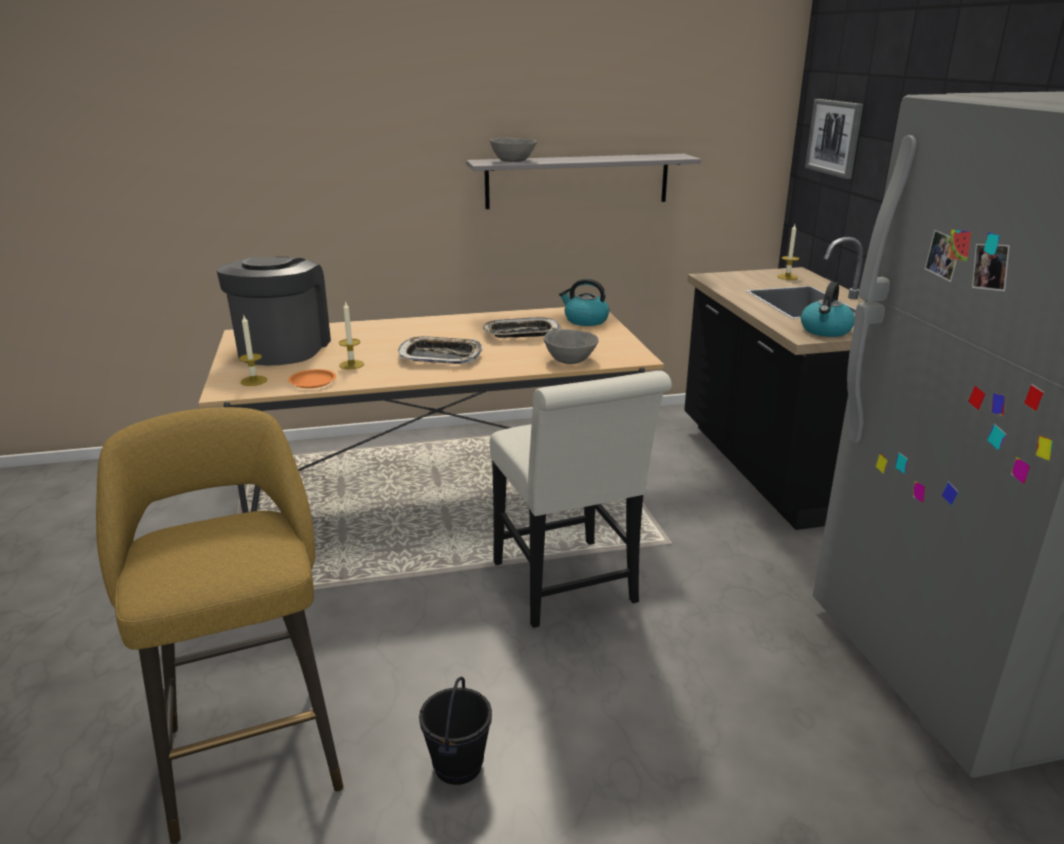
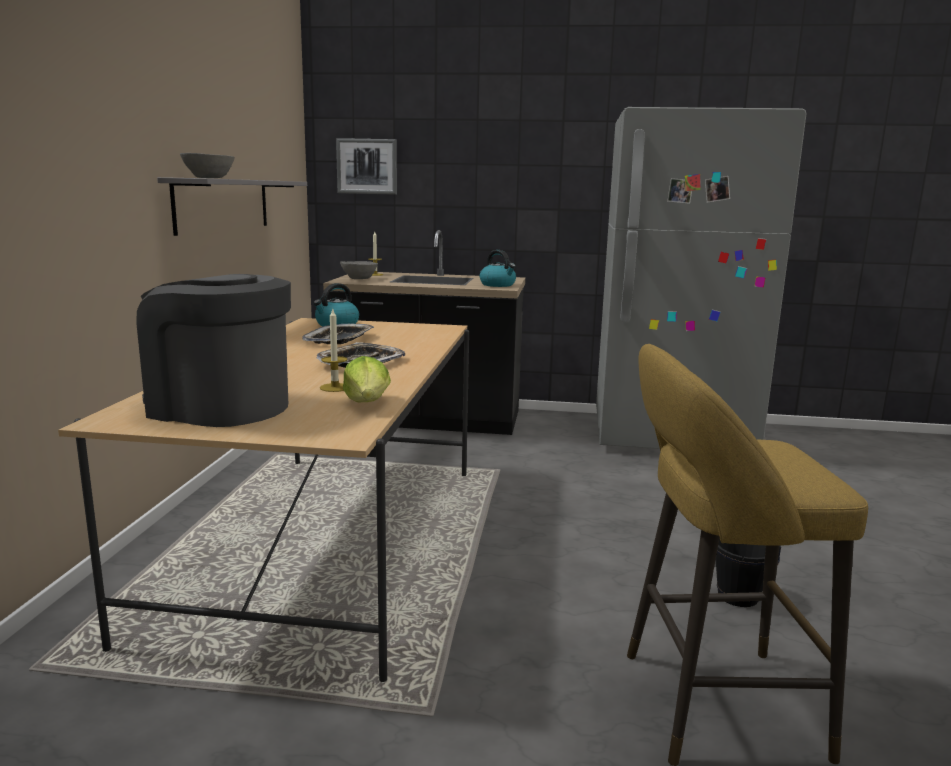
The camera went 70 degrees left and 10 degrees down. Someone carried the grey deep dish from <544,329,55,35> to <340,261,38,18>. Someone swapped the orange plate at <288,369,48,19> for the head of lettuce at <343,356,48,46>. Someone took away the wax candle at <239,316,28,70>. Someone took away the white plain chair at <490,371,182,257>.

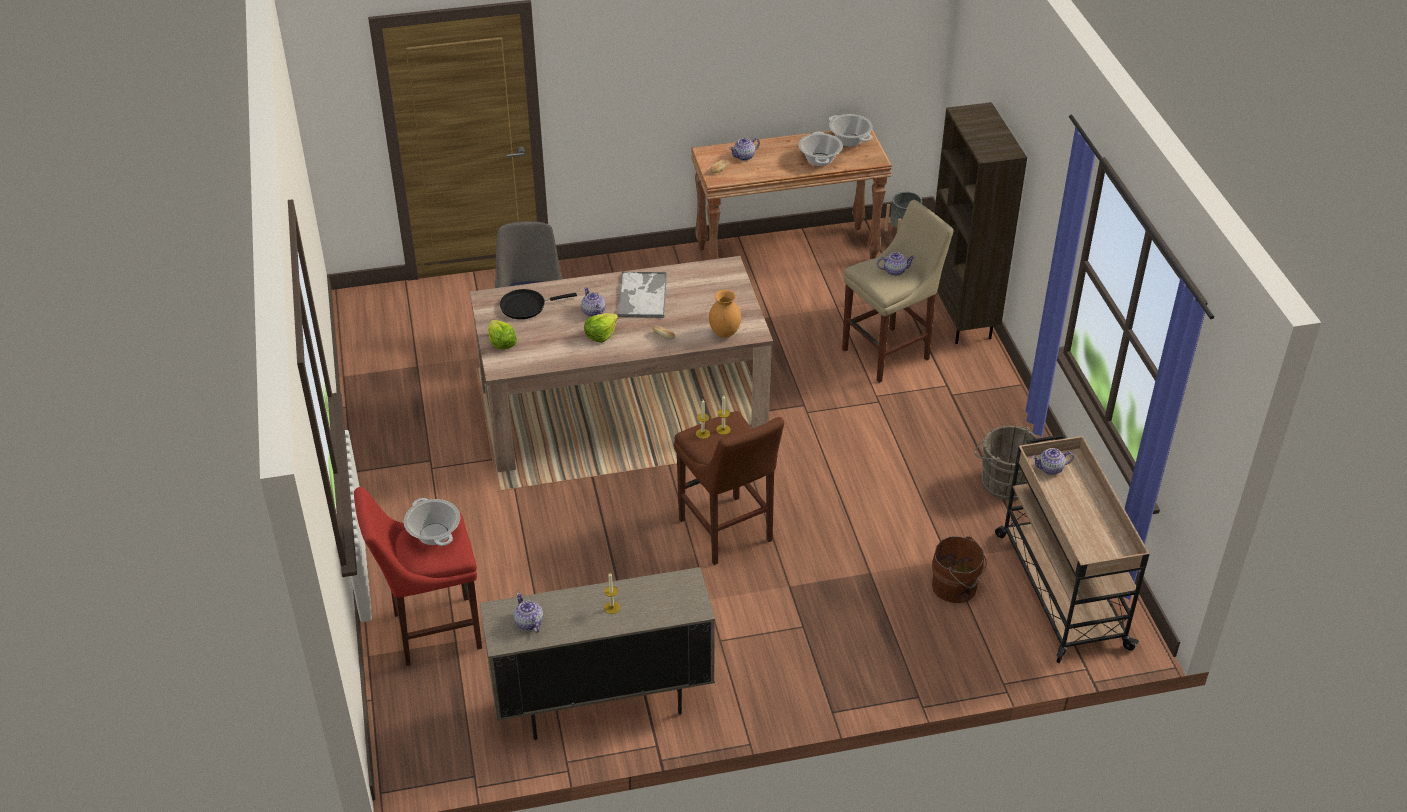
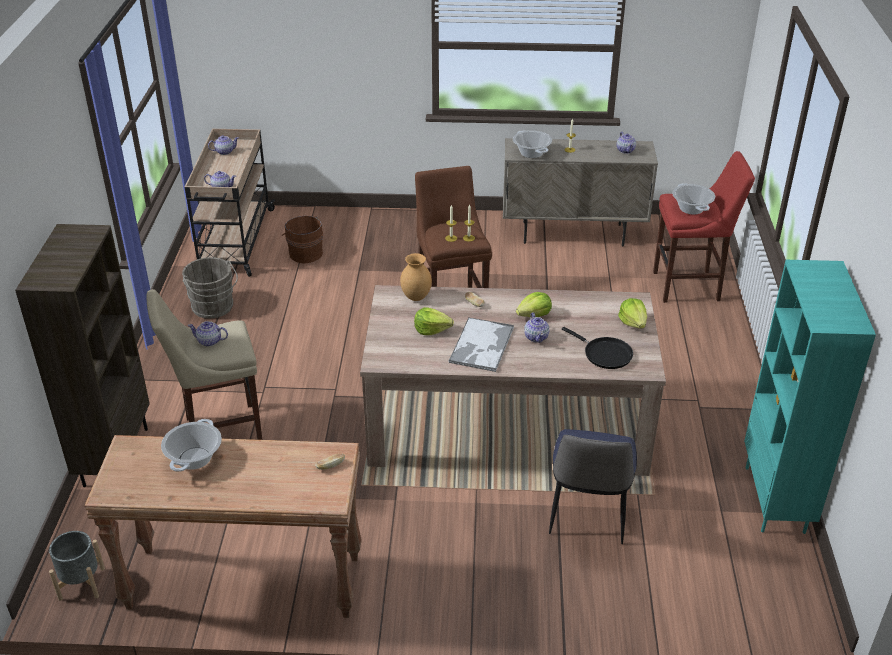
The camera went 165 degrees left and 5 degrees down. Someone carried the teapot from <729,138,31,23> to <208,135,31,20>. Someone put down the head of lettuce at <414,307,40,28>. Someone carried the stockpot from <829,114,44,33> to <513,130,39,28>. Someone rotated the black-coloured skillet at <500,289,77,30> by 45 degrees clockwise. Someone put down the turquoise-coloured bookcase at <744,260,132,274>.

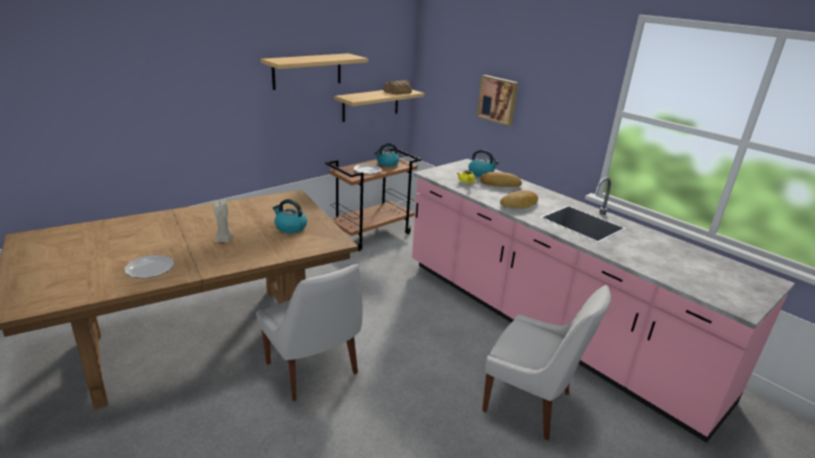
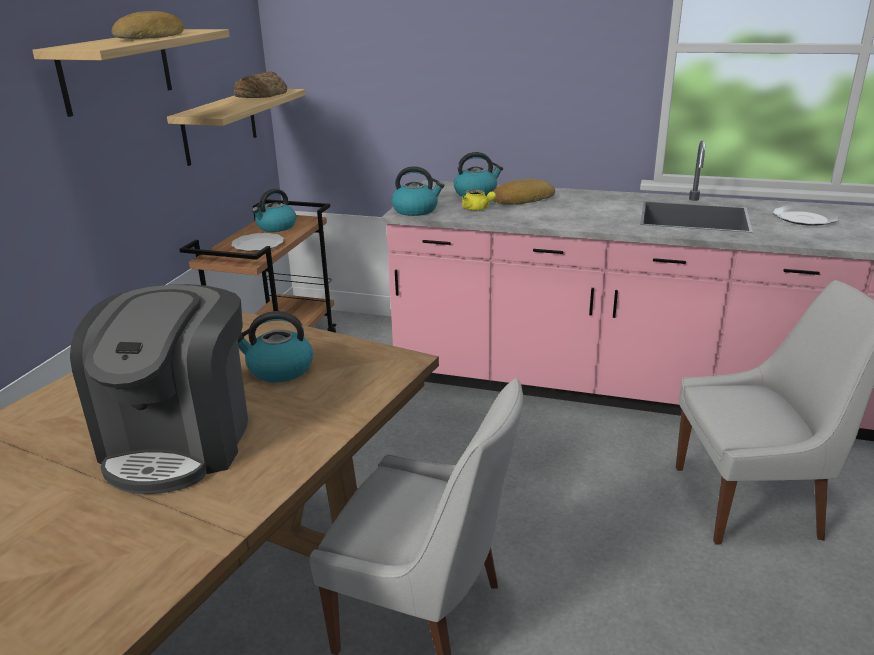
The camera went 30 degrees left and 0 degrees up. Someone swapped the sand-coloured wax candle at <214,199,20,44> for the coffee machine at <70,284,178,210>. Someone carried the bread from <500,190,38,19> to <111,11,73,28>. Someone put down the water kettle at <392,166,53,50>. Someone carried the plate from <124,255,50,23> to <773,206,65,20>. Someone took away the wall art at <477,75,41,51>.

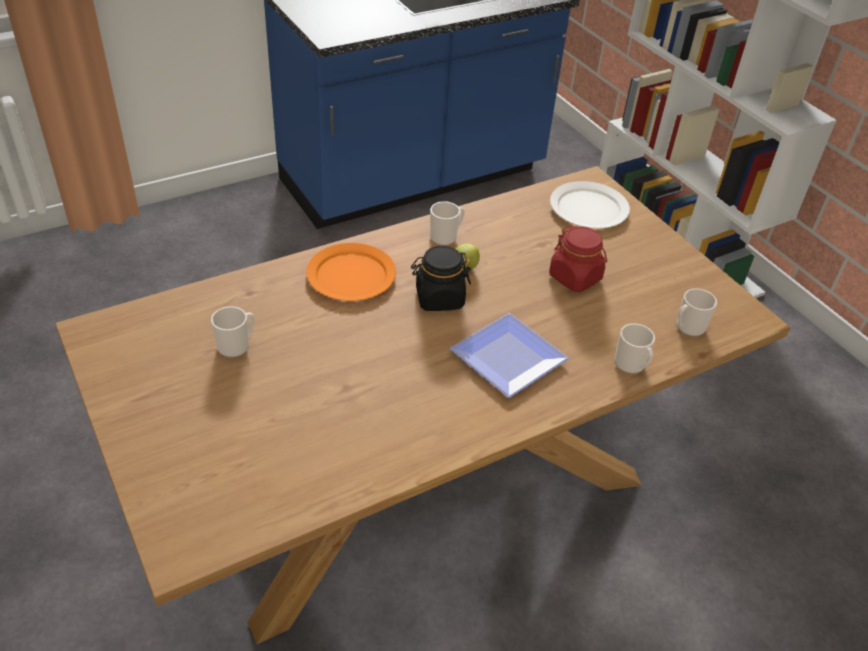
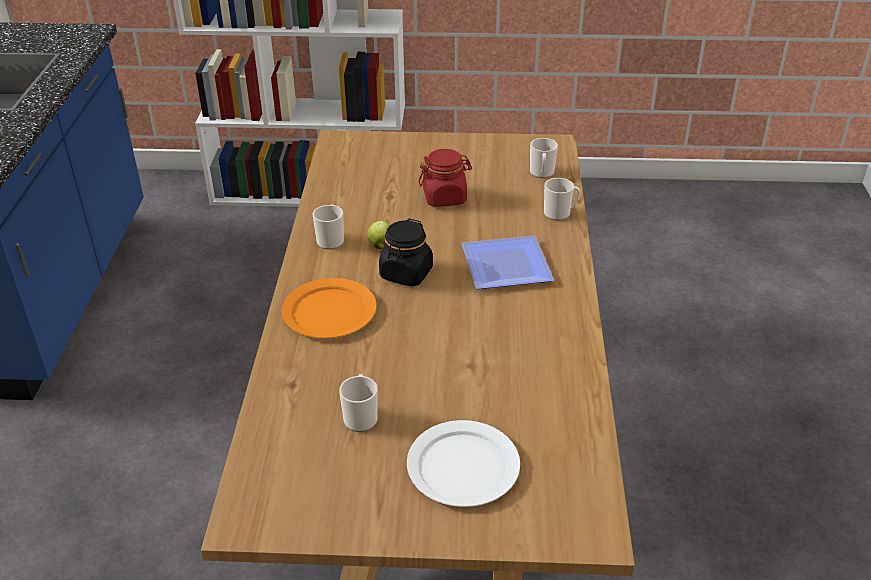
The camera went 55 degrees left and 5 degrees down. Someone carried the white plate from <550,181,80,47> to <407,420,113,87>.

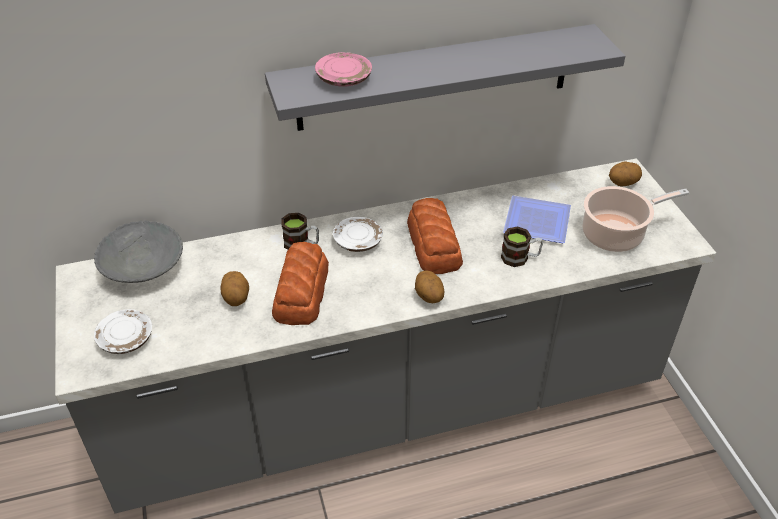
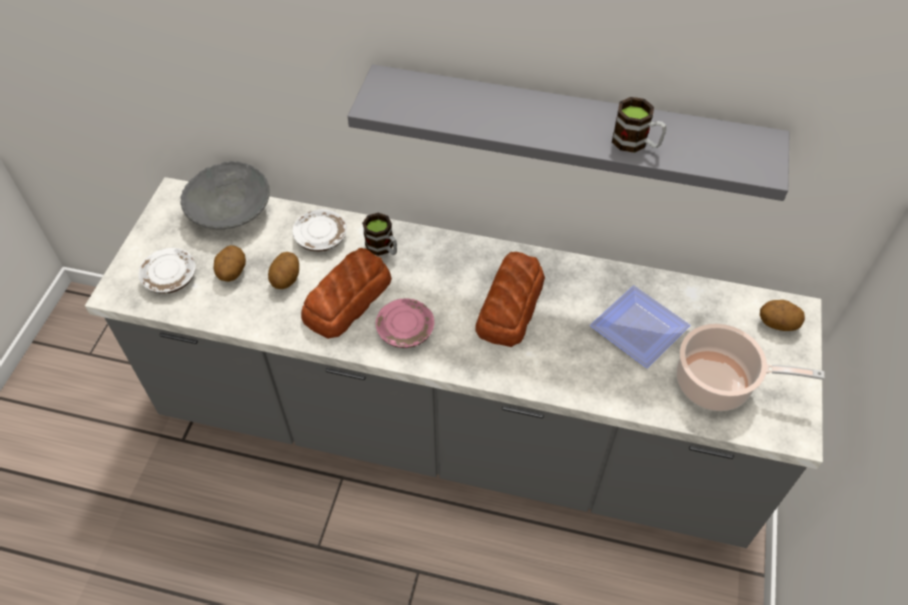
The camera went 30 degrees right and 10 degrees up. Someone carried the whole potato from <415,271,30,32> to <214,245,32,37>. Someone carried the white plate from <333,217,50,35> to <292,209,55,43>. Someone carried the pink plate from <315,52,57,34> to <376,299,58,49>. Someone carried the mug from <501,226,42,41> to <612,97,55,56>.

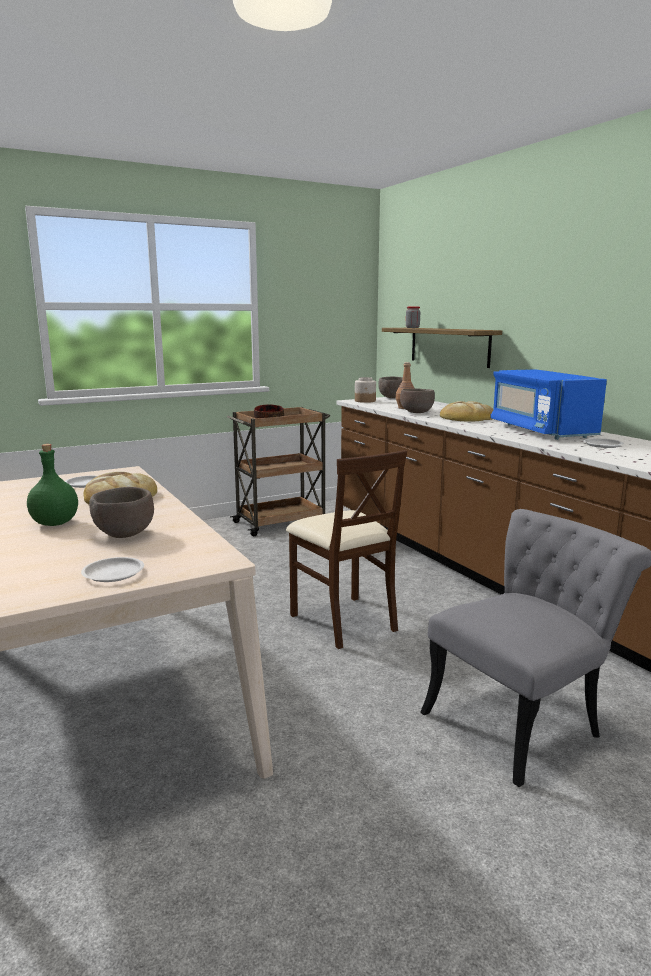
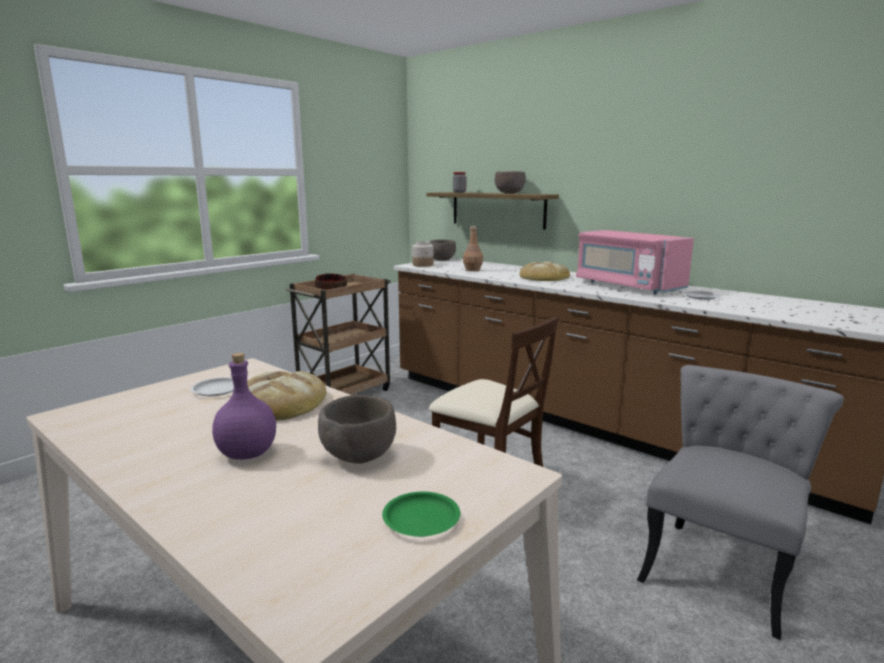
The camera went 20 degrees left and 0 degrees up. Someone repainted the green beverage bottle at <27,444,51,82>, which became the purple beverage bottle at <212,353,64,106>. Someone repainted the white plate at <81,557,63,25>, which became the green plate at <382,491,78,46>. Someone carried the brown-coloured deep dish from <400,388,35,25> to <495,171,31,23>. Someone repainted the blue-coloured kitchen microwave at <490,369,117,71>, which became the pink kitchen microwave at <576,230,118,64>.

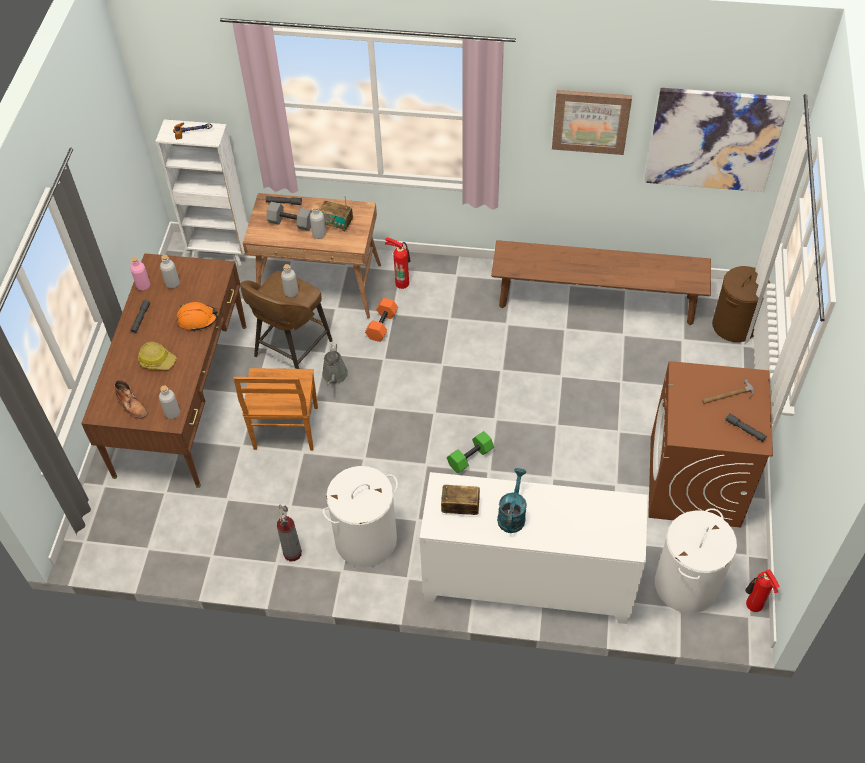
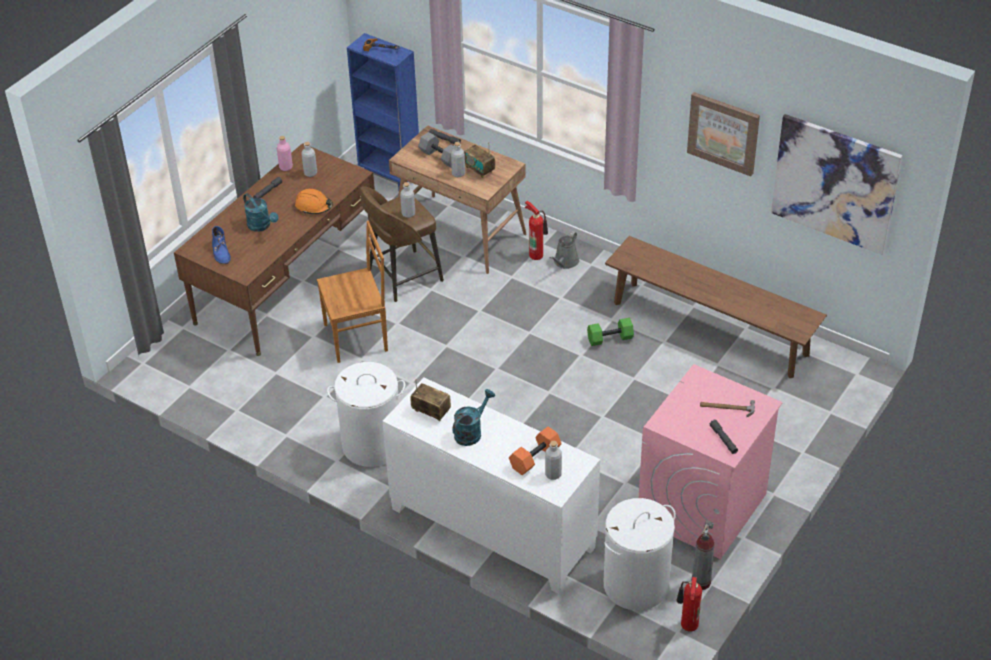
The camera went 25 degrees right and 10 degrees down. Someone repainted the brown-coloured high-top boot at <114,380,34,39>, which became the blue-coloured high-top boot at <212,226,19,38>. Someone swapped the hard hat at <138,342,38,28> for the turquoise-coloured watering pot at <243,193,35,39>. Someone rotated the brown-coloured plain chair at <234,368,84,83> by 135 degrees counterclockwise. Someone repainted the white bookcase at <156,119,92,147>, which became the blue-coloured bookcase at <347,33,72,157>. Someone carried the orange hand weight from <365,298,33,44> to <509,427,53,48>. Someone carried the grey beverage bottle from <159,385,21,34> to <545,441,17,39>. Someone carried the grey watering pot from <322,344,26,41> to <550,231,29,38>. Someone carried the green hand weight from <447,431,47,42> to <587,318,47,28>. Someone repainted the brown-coloured washing machine at <648,361,125,167>, which became the pink washing machine at <639,364,144,196>. Someone carried the extinguisher from <277,504,25,57> to <691,520,23,70>. Someone took away the brown-coloured washing basket at <712,266,58,76>.

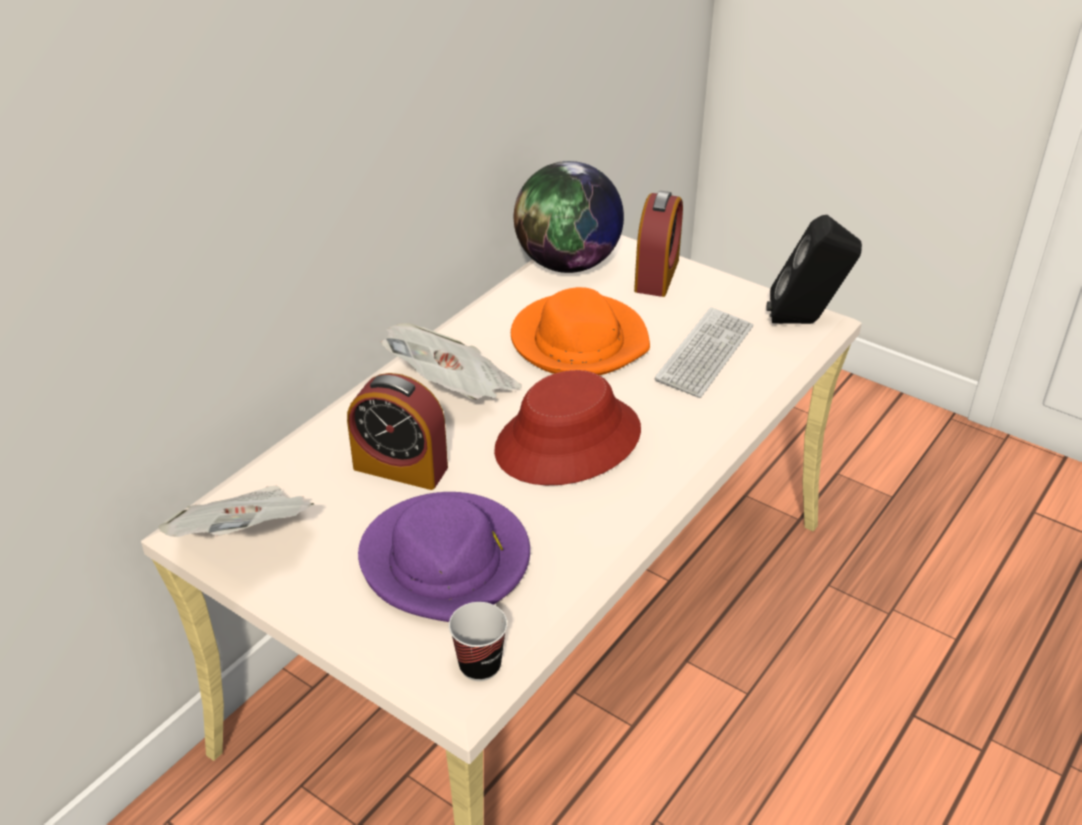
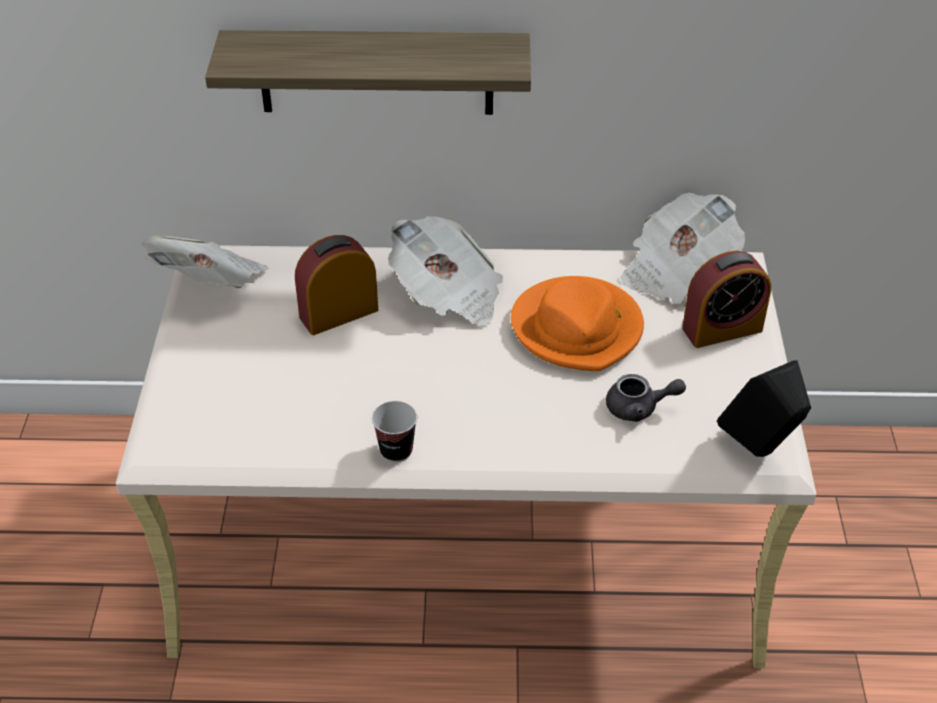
The camera went 55 degrees right and 5 degrees up. Someone put up the wall shelf at <205,30,326,85>. Someone rotated the table clock at <347,373,101,117> by 75 degrees clockwise. Someone carried the cup from <449,602,58,79> to <372,401,45,61>. Someone swapped the PC keyboard at <655,307,99,91> for the grey teapot at <606,374,80,48>. Someone swapped the world globe at <514,161,110,112> for the newspaper at <621,192,124,112>. Someone took away the purple hat at <358,492,172,130>. Someone took away the red hat at <494,370,147,115>.

